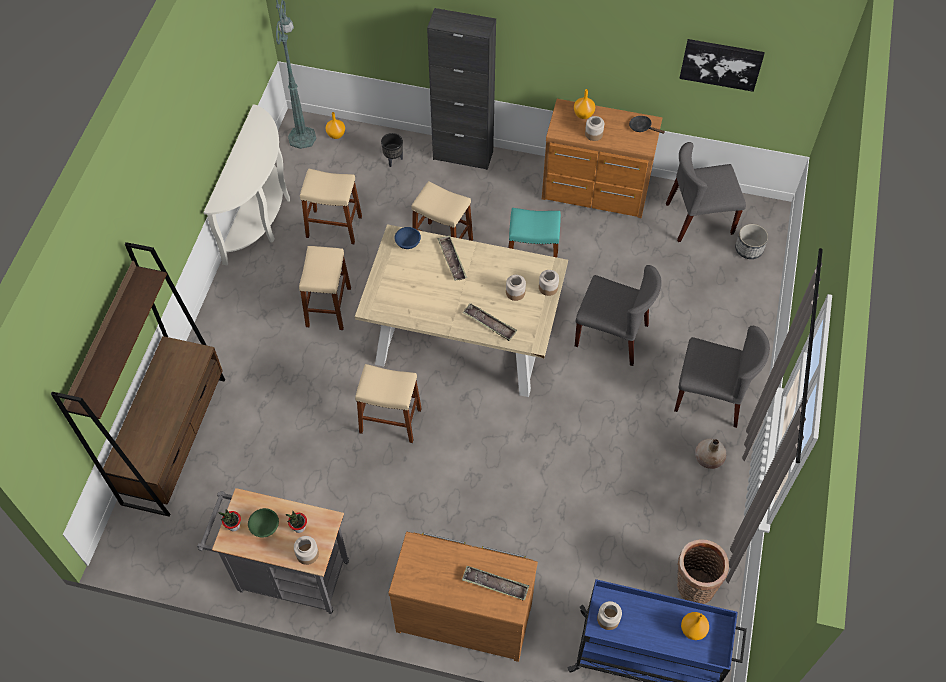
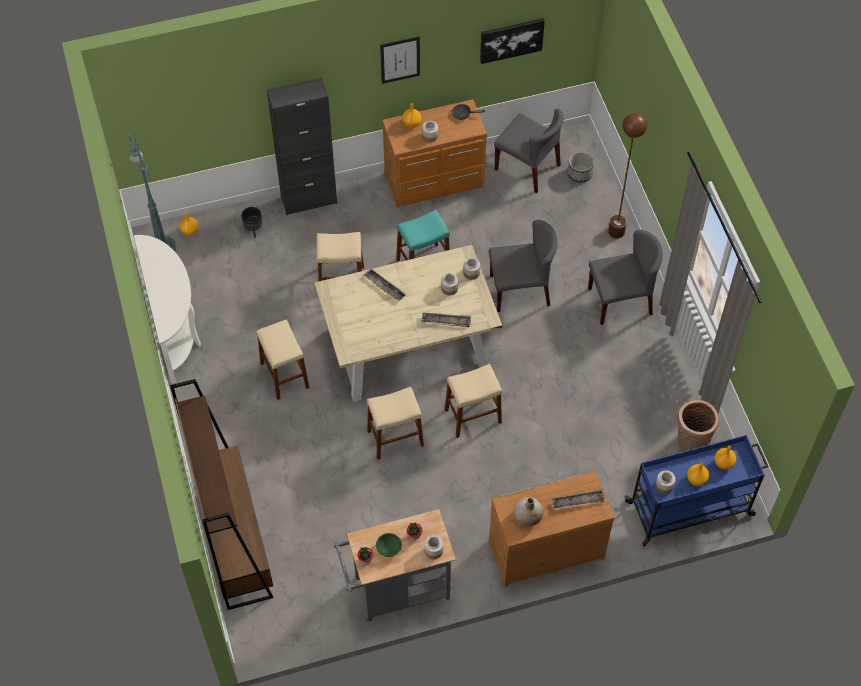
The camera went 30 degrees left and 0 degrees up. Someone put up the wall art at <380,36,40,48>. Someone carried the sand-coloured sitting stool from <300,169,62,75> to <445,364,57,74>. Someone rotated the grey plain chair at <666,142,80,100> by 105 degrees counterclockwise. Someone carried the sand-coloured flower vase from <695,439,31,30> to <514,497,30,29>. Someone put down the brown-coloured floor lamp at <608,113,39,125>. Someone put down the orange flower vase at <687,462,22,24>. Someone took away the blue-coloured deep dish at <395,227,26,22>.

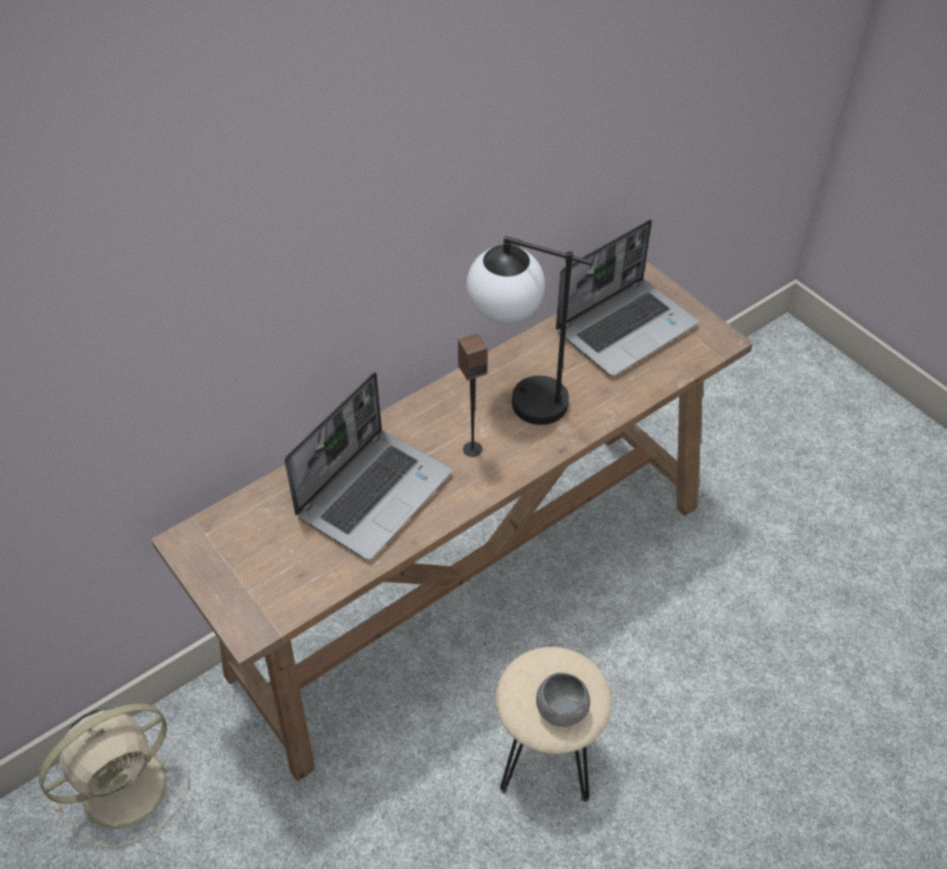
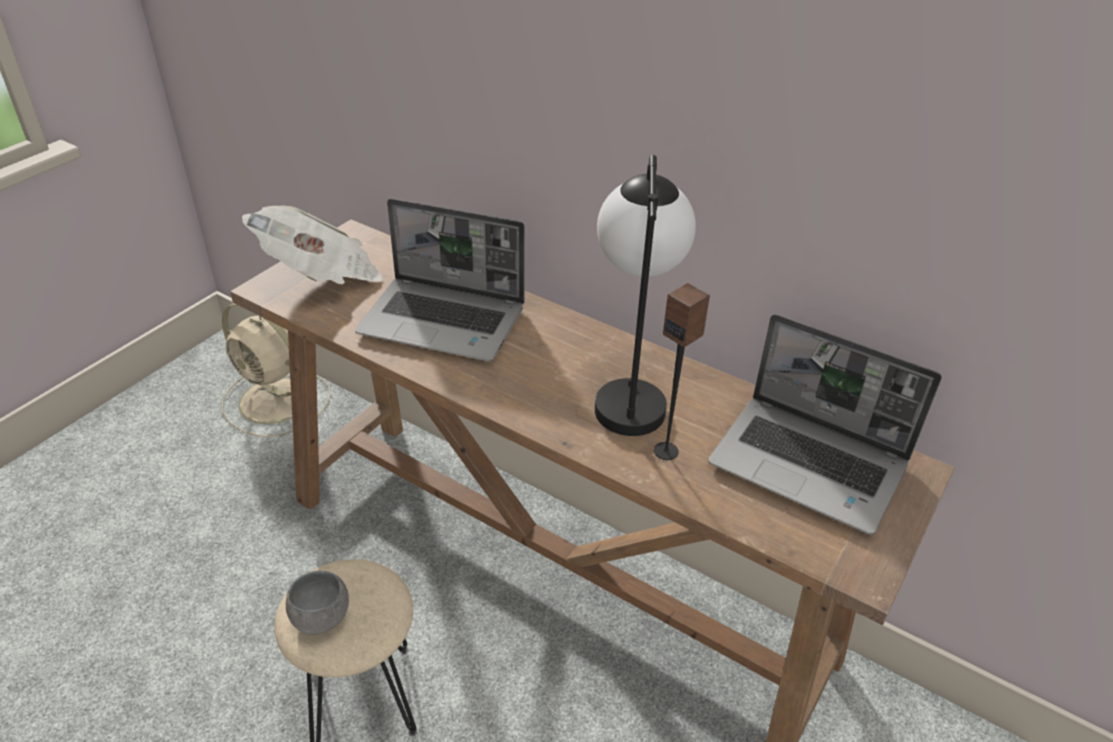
The camera went 70 degrees right and 10 degrees down. Someone put down the newspaper at <242,205,142,79>. Someone carried the speaker from <458,333,29,124> to <654,283,56,177>.

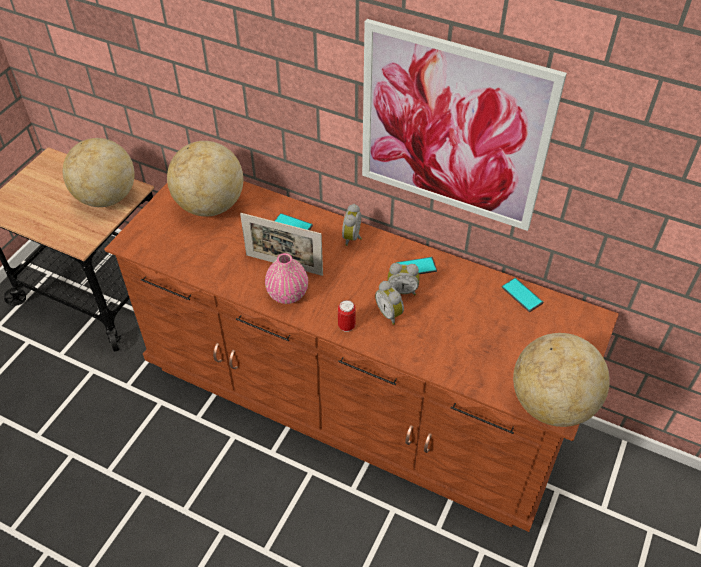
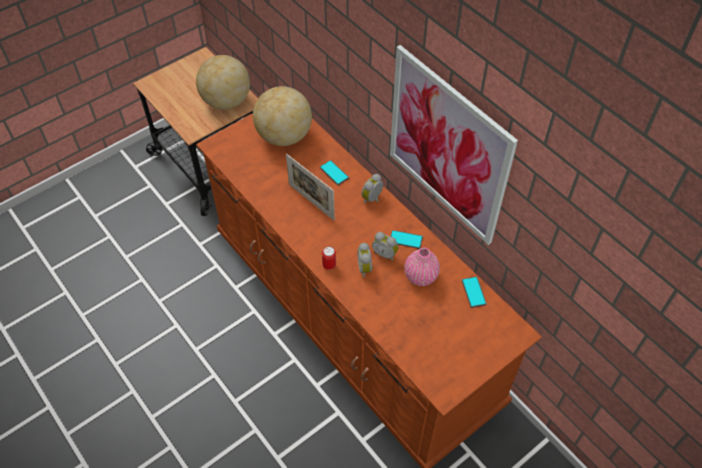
The camera went 25 degrees right and 5 degrees up. Someone carried the pink flower vase from <265,253,43,51> to <404,247,36,39>. Someone took away the world globe at <513,333,97,94>.

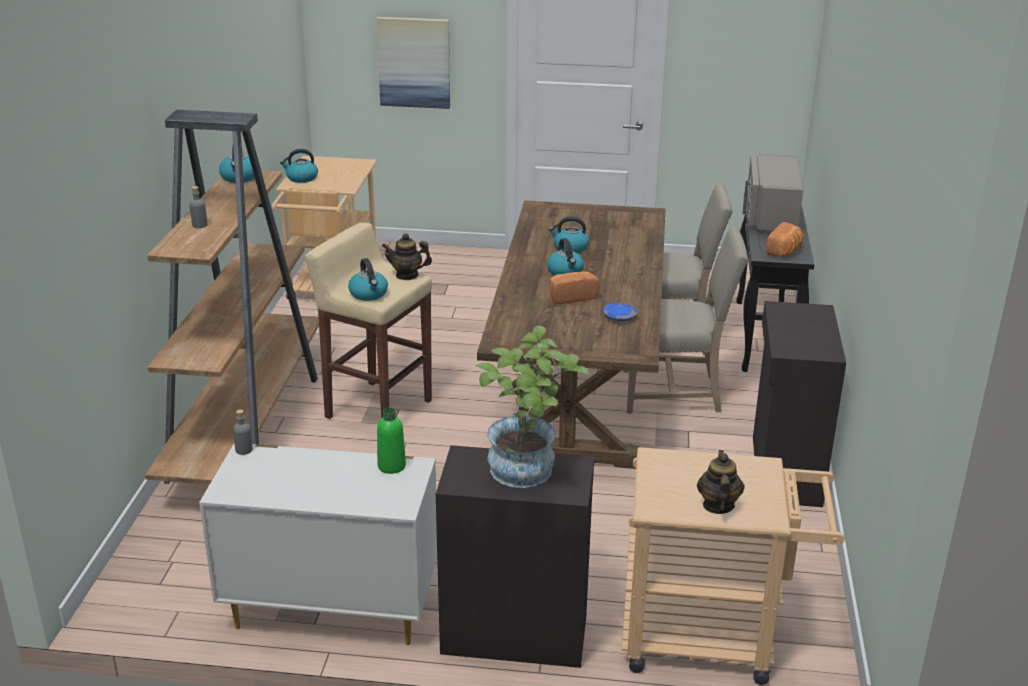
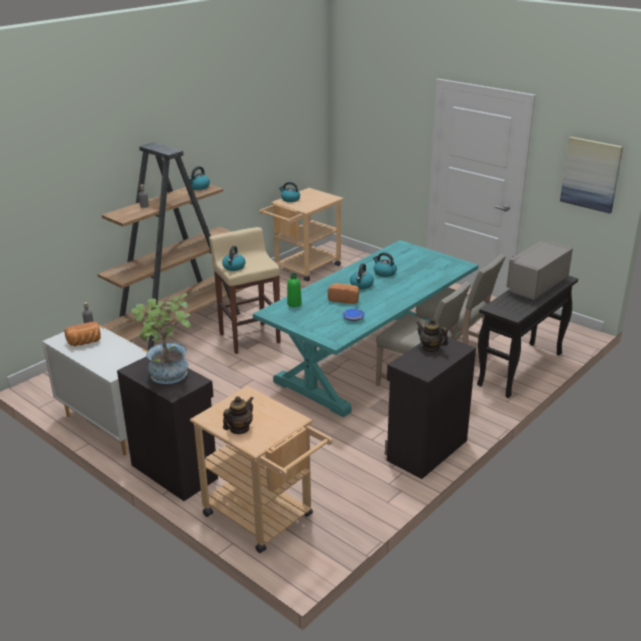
The camera went 35 degrees right and 0 degrees up. Someone carried the bread from <766,222,38,35> to <64,321,37,25>. Someone repainted the brown-coloured dinner table at <477,201,188,268>, which became the turquoise-coloured dinner table at <253,240,226,177>. Someone carried the green beverage bottle from <377,408,29,66> to <287,273,15,34>. Someone carried the teapot from <382,233,50,47> to <417,318,31,35>. Someone carried the wall art from <376,17,74,92> to <560,136,63,78>.

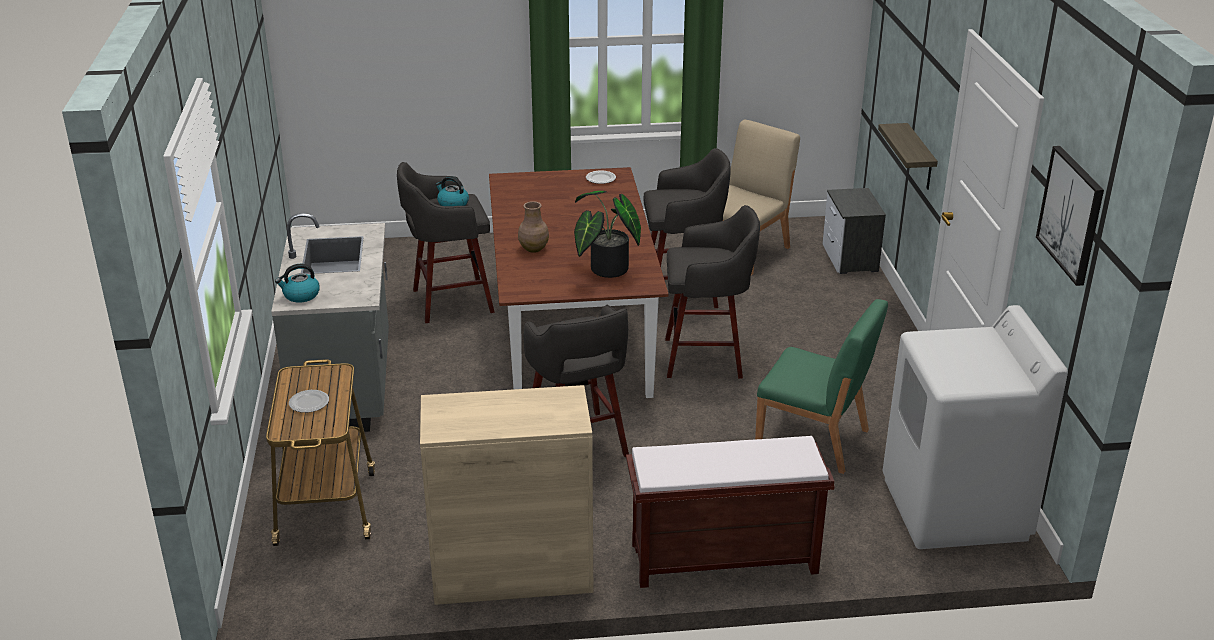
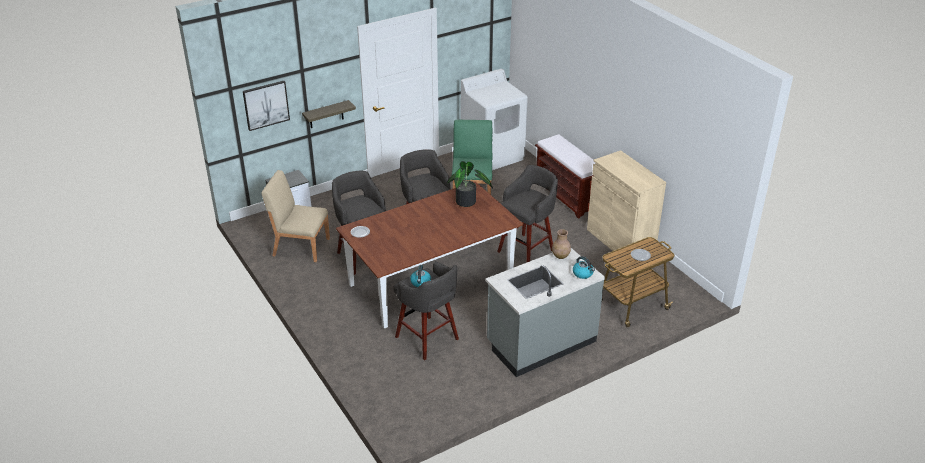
The camera went 115 degrees left and 5 degrees up. Someone carried the wall art from <1036,146,68,140> to <243,81,47,50>. Someone carried the brown-coloured flower vase from <518,201,31,52> to <552,229,19,30>.

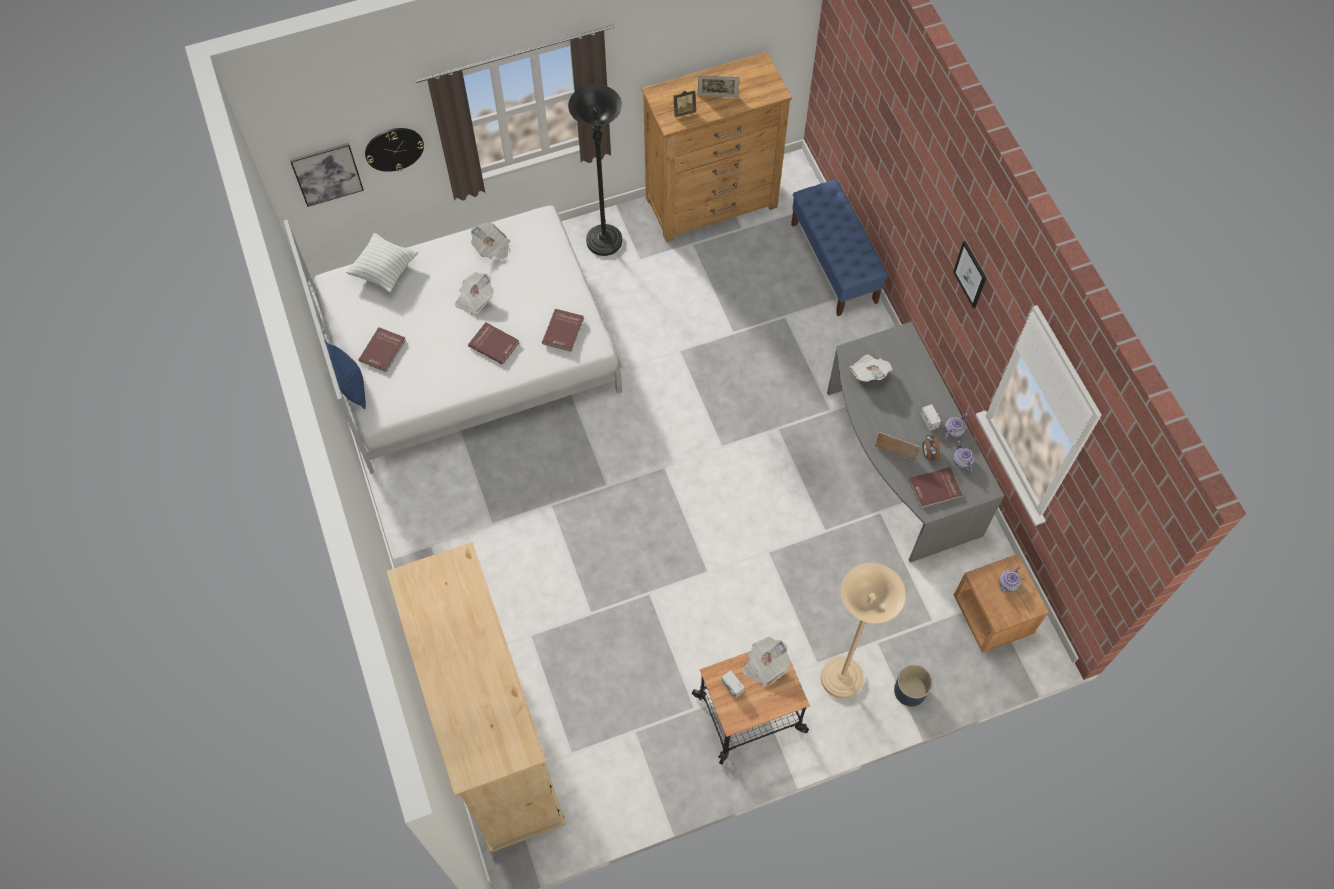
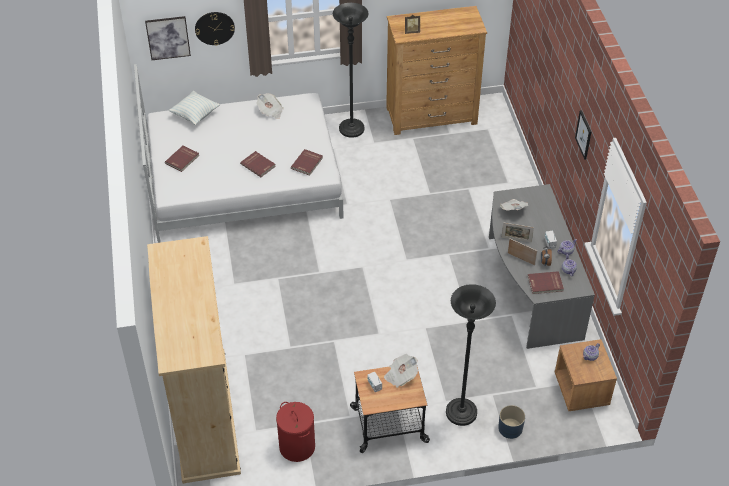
The camera went 10 degrees right and 15 degrees down. Someone put down the red washing basket at <276,402,39,60>. Someone repainted the sand-coloured floor lamp at <821,563,85,135>, which became the black-coloured floor lamp at <446,284,50,142>. Someone carried the picture frame from <698,75,41,22> to <501,222,33,20>. Someone took away the blue-coloured throw pillow at <325,341,41,68>. Someone took away the newspaper at <455,272,39,43>. Someone took away the blue-coloured bench at <791,180,97,136>.

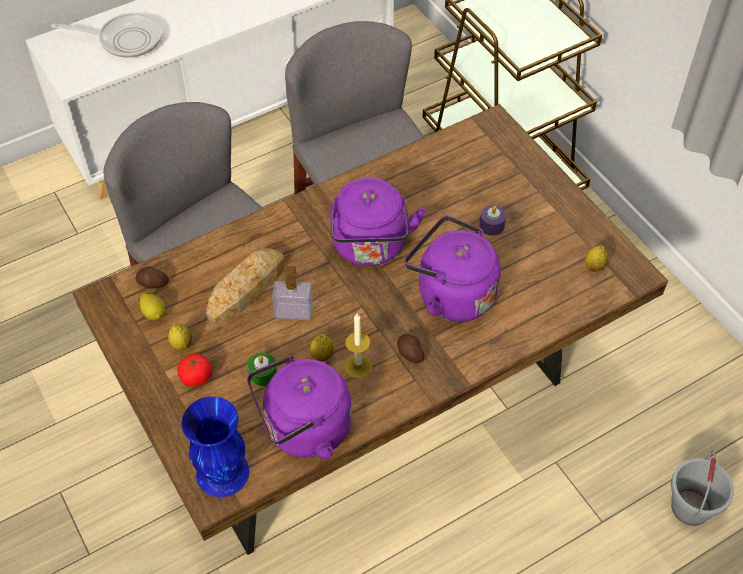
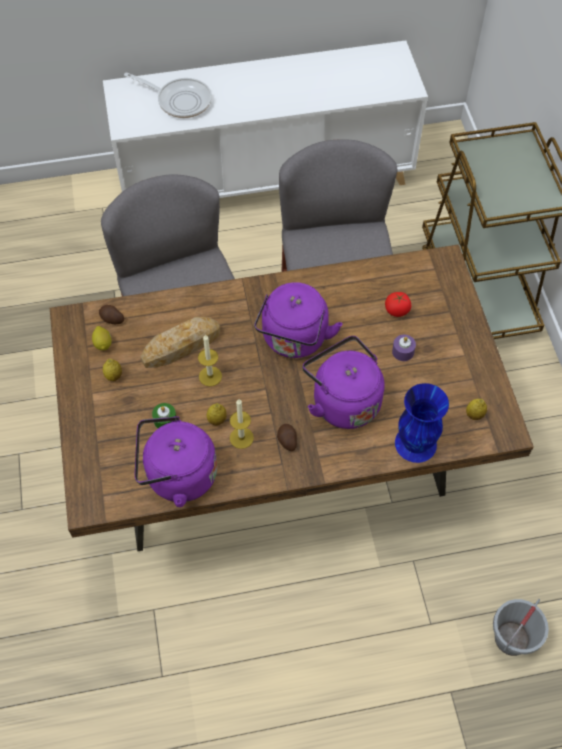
The camera went 20 degrees right and 5 degrees up. Someone swapped the soap dispenser at <272,266,41,54> for the wax candle at <198,334,24,52>. Someone carried the whole tomato from <177,354,35,33> to <385,292,26,25>. Someone carried the blue-coloured flower vase from <181,396,68,101> to <395,383,54,80>.

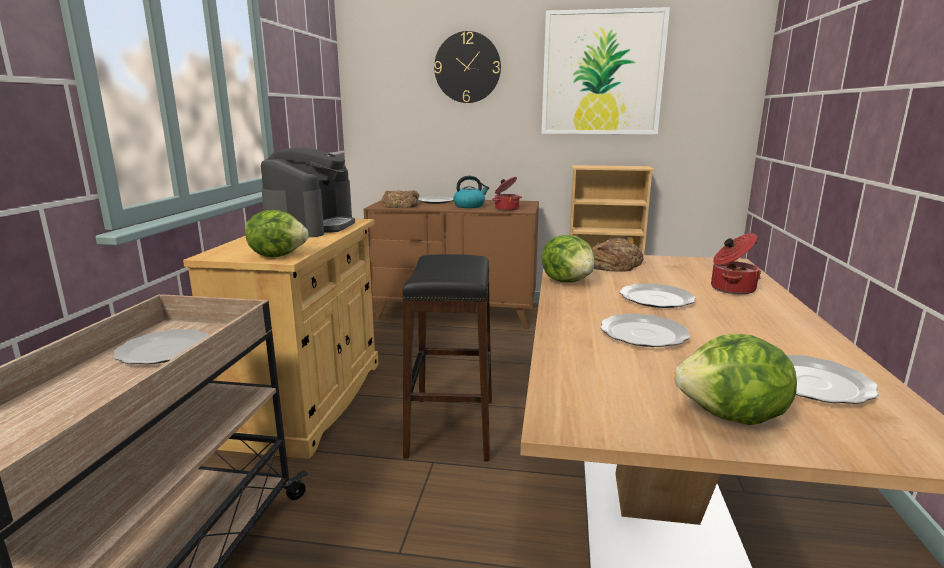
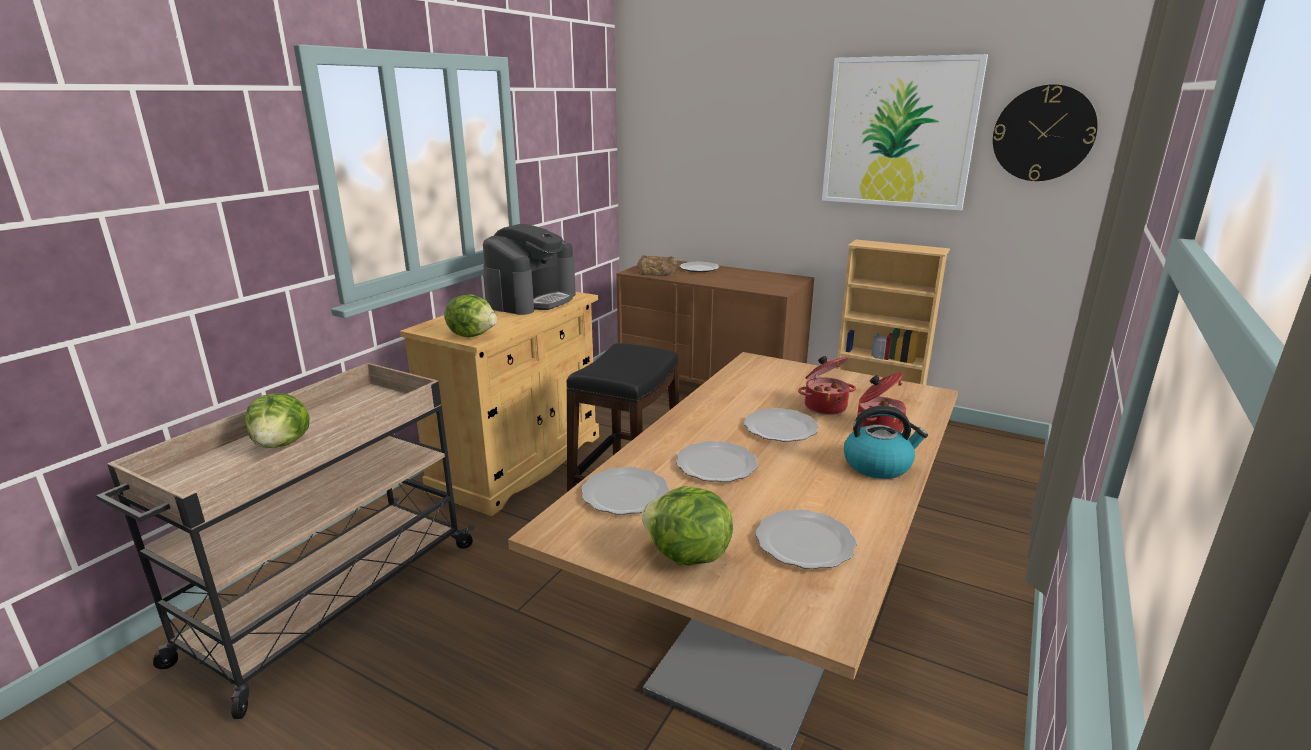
The camera went 20 degrees right and 5 degrees up. Someone carried the head of lettuce from <542,235,53,48> to <245,393,65,55>. Someone carried the plate from <113,329,96,35> to <581,467,89,48>. Someone carried the stockpot from <492,177,30,34> to <798,356,58,59>. Someone carried the water kettle from <453,176,36,32> to <844,406,84,73>. Someone carried the hanging clock from <434,31,67,72> to <993,84,105,97>. Someone took away the bread at <592,238,51,34>.

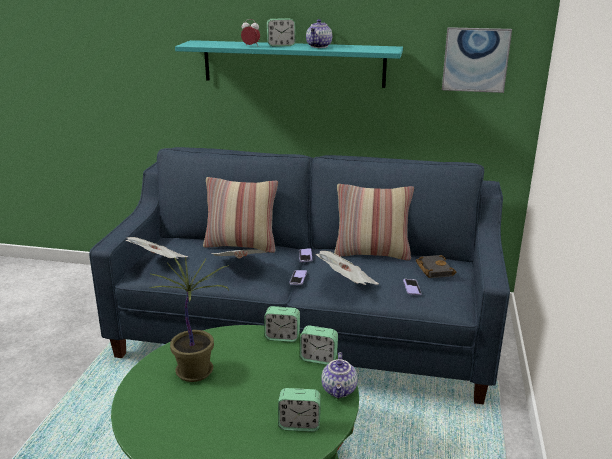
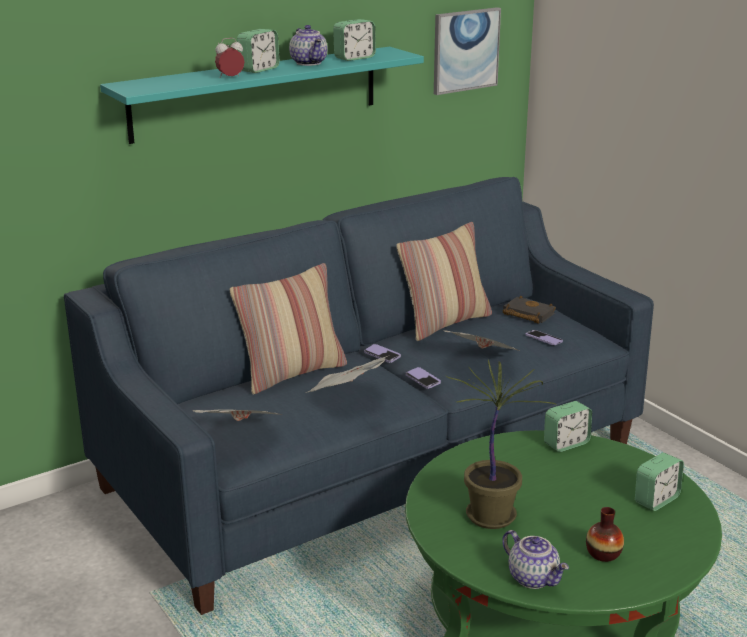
The camera went 45 degrees left and 0 degrees up. Someone carried the table clock from <264,306,36,36> to <333,19,43,42>. Someone carried the teapot from <321,352,37,47> to <502,530,67,59>. Someone put down the flower vase at <586,507,38,55>.

